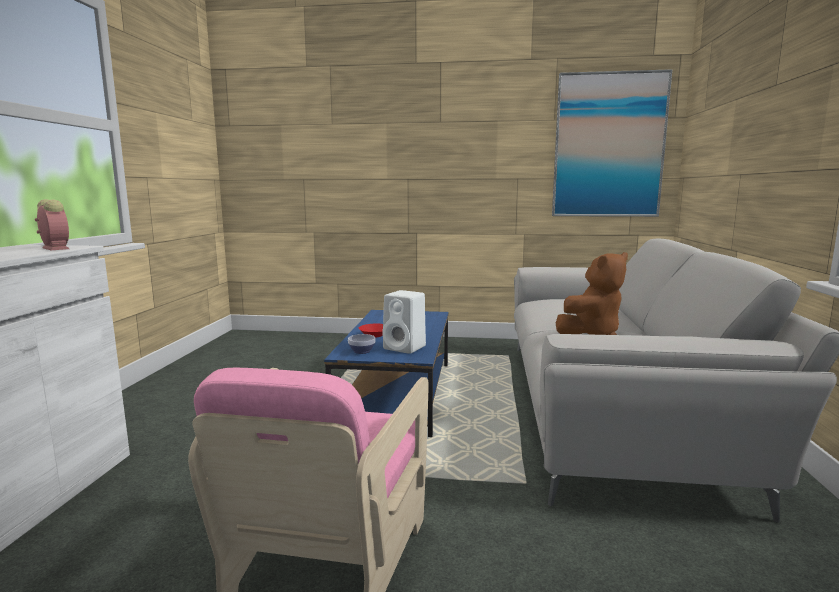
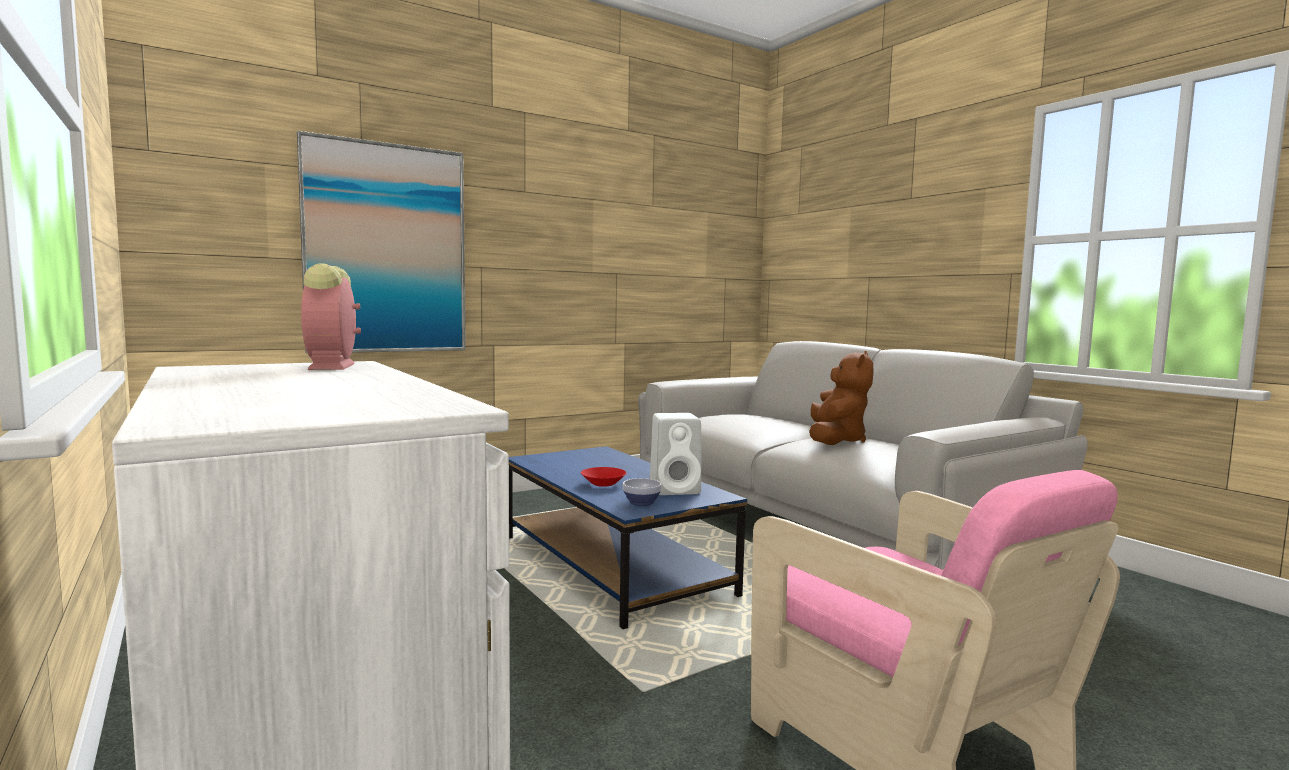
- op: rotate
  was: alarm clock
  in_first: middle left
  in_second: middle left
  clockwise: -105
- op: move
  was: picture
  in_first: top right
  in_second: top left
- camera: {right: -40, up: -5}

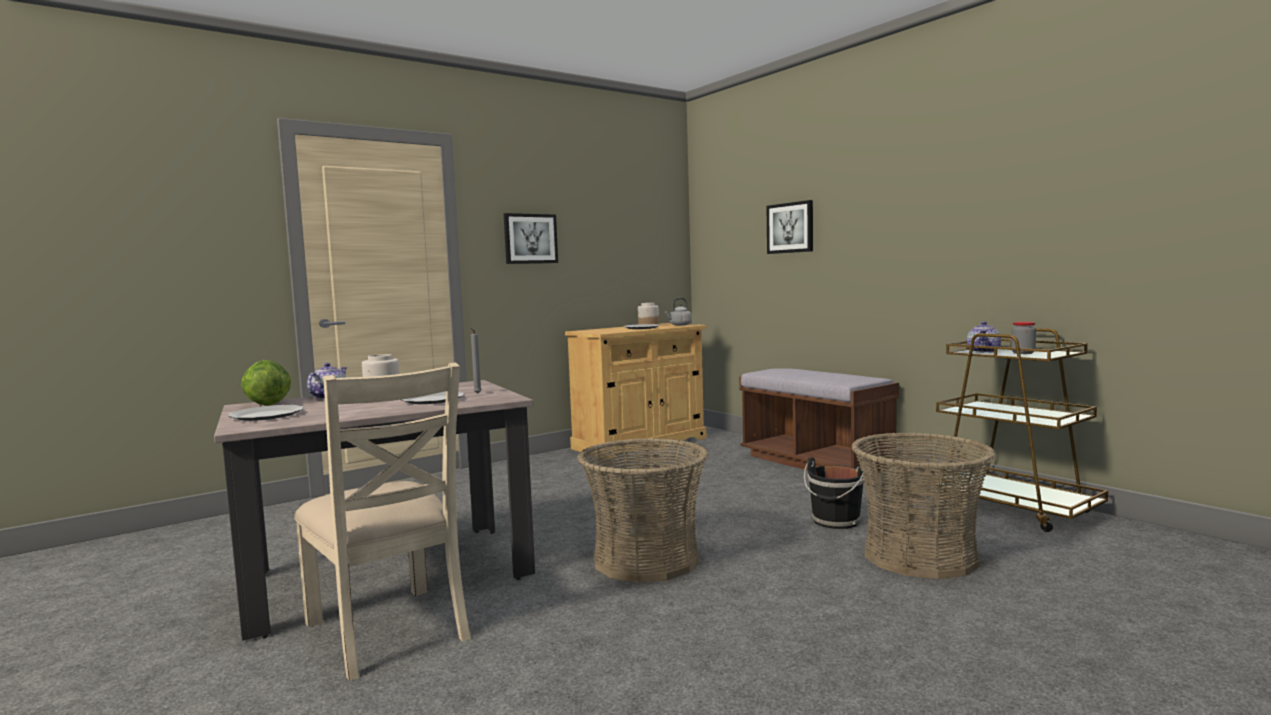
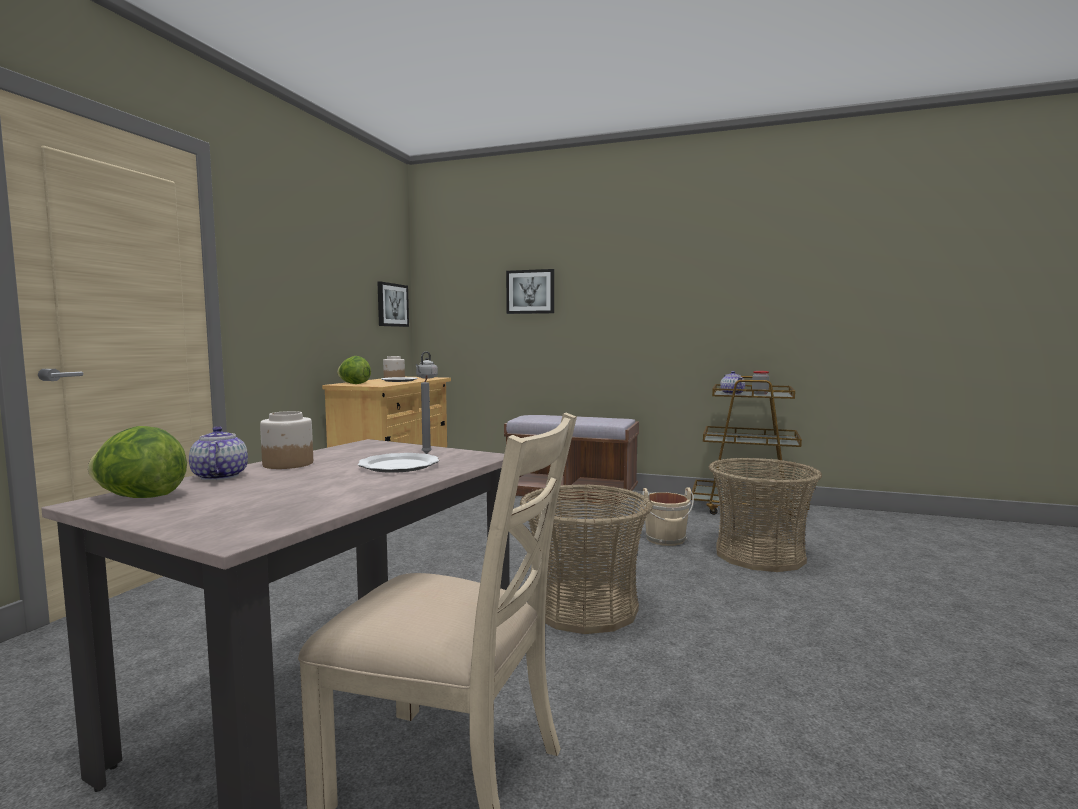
- op: delete
  was: plate (1st from left)
  in_first: middle left
- op: move
  was: picture (1st from left)
  in_first: top centre
  in_second: centre
- op: recolor
  was: bucket (black)
  now: bucket (beige)
  in_first: bottom centre
  in_second: centre
- op: insert
  now: lettuce (2nd from left)
  in_second: middle left
- camera: {right: -35, up: 0}

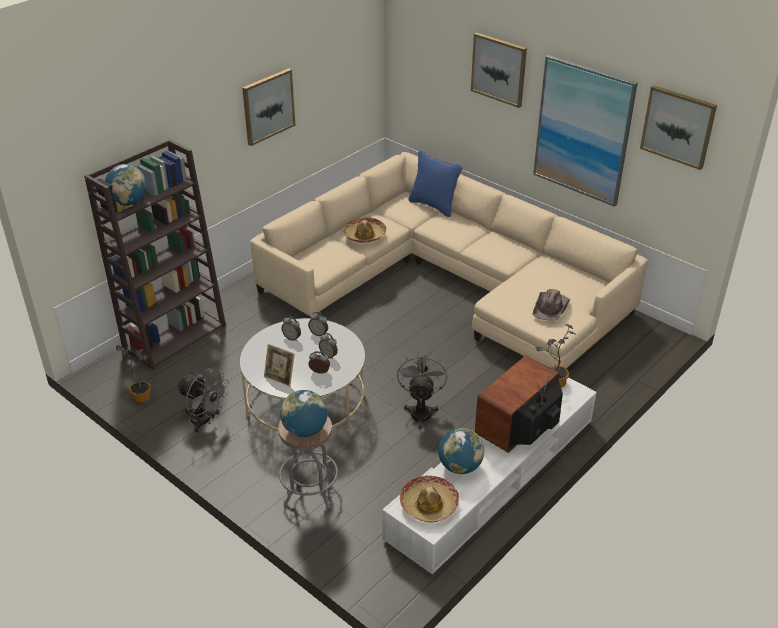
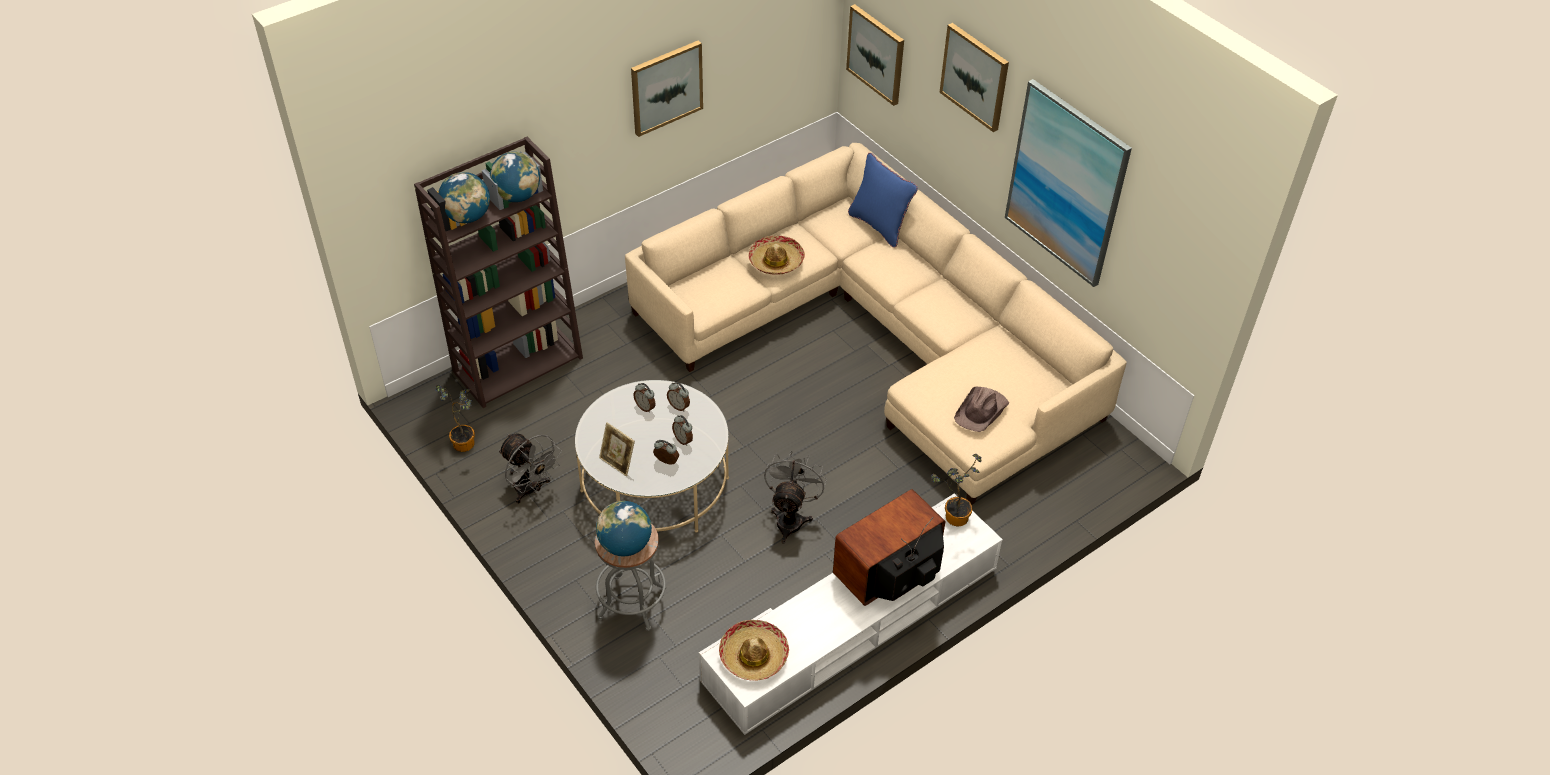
- op: move
  was: globe (3rd from left in the first image)
  now: globe (2nd from left)
  in_first: bottom centre
  in_second: top left
- op: move
  was: picture (4th from left in the first image)
  now: picture (2nd from left)
  in_first: top right
  in_second: top centre
- camera: {right: 10, up: 10}

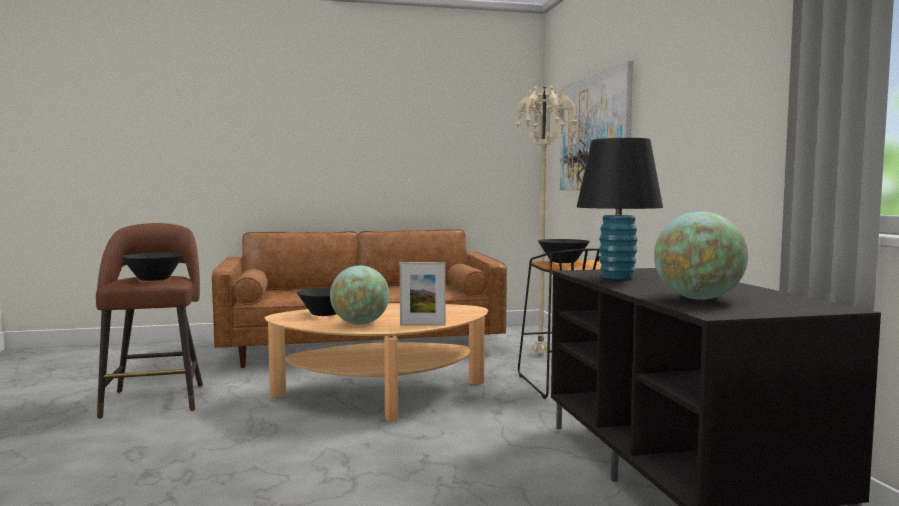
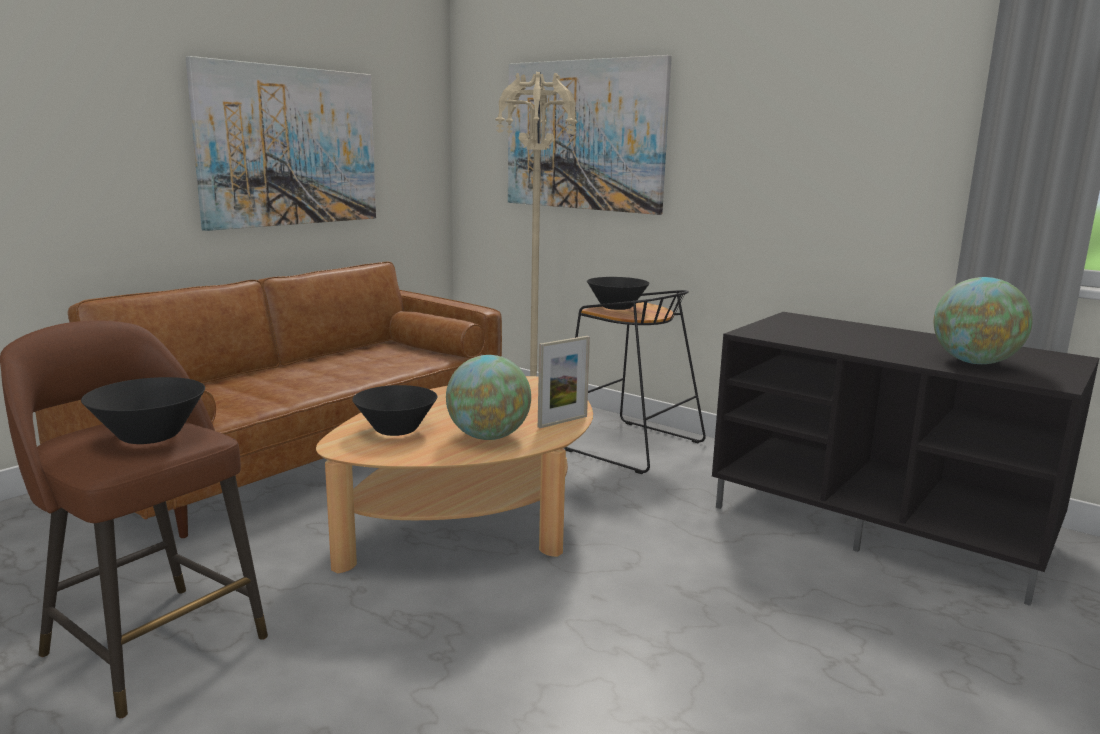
- op: delete
  was: table lamp (black)
  in_first: middle right
- op: insert
  now: picture (1st from left)
  in_second: top left
- camera: {right: -40, up: 10}

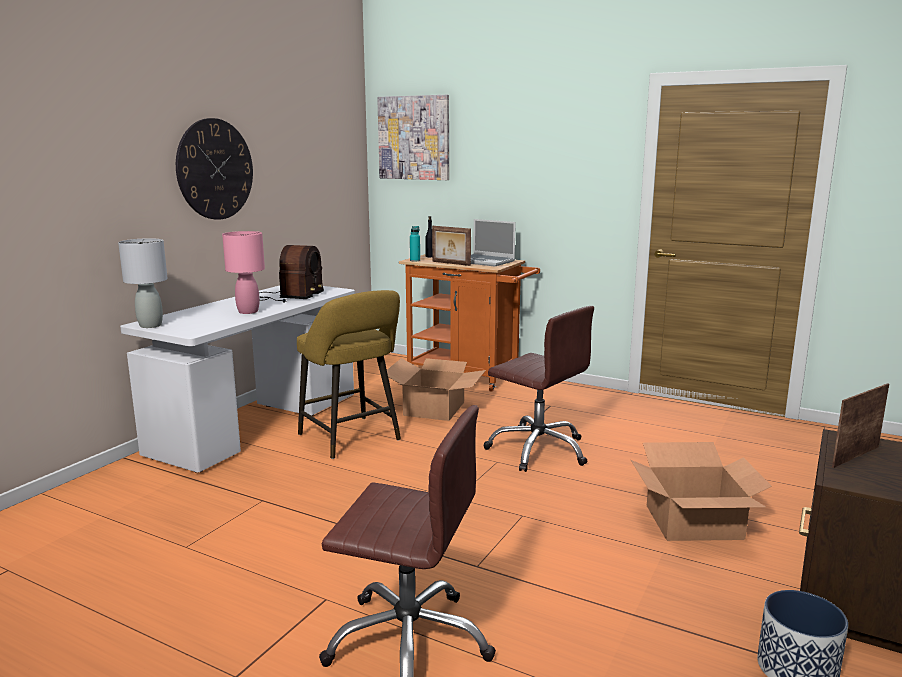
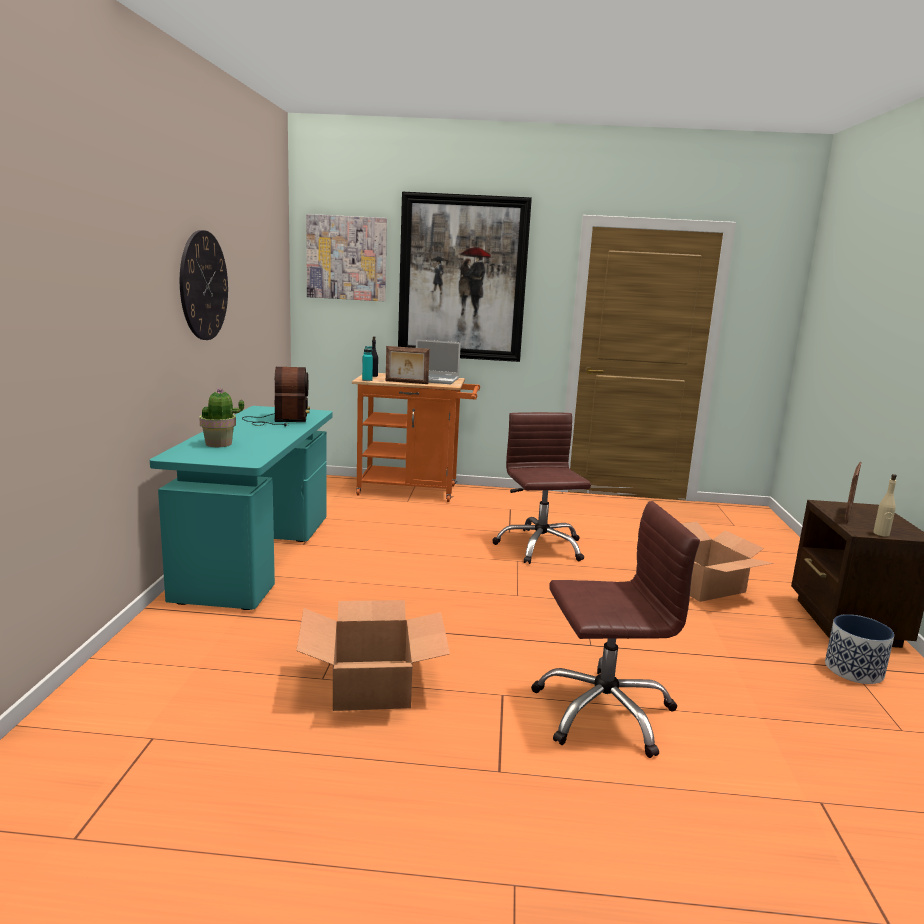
- op: delete
  was: table lamp (grey)
  in_first: middle left
- op: recolor
  was: desk (white)
  now: desk (turquoise)
  in_first: middle left
  in_second: middle left
- op: delete
  was: table lamp (pink)
  in_first: middle left
- op: delete
  was: stool (yellow)
  in_first: centre
- op: move
  was: cardboard box (1st from left)
  in_first: centre
  in_second: bottom centre
- op: rotate
  was: office chair (brown) (2nd from left in the first image)
  in_first: centre
  in_second: centre
  clockwise: -120
- op: insert
  now: potted plant
  in_second: middle left
- op: insert
  now: picture (2nd from left)
  in_second: top centre
- op: insert
  now: bottle (beige)
  in_second: middle right
- camera: {right: -25, up: 0}

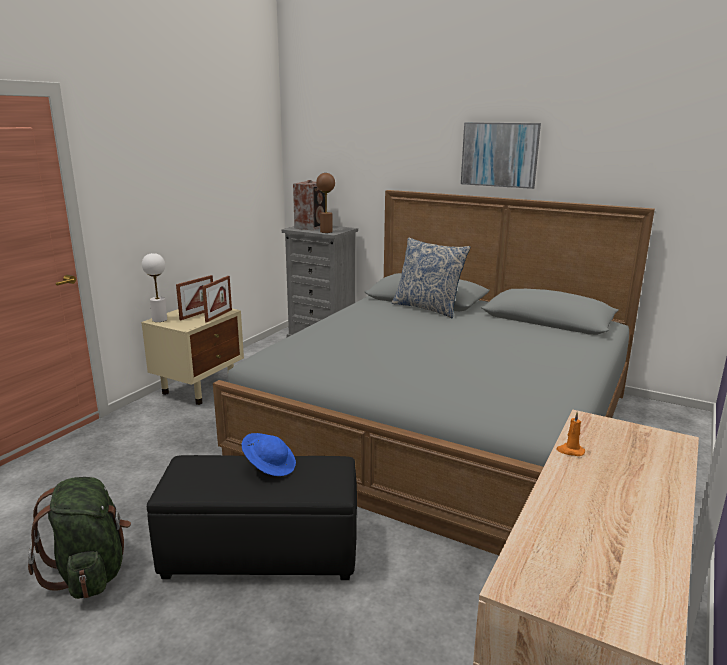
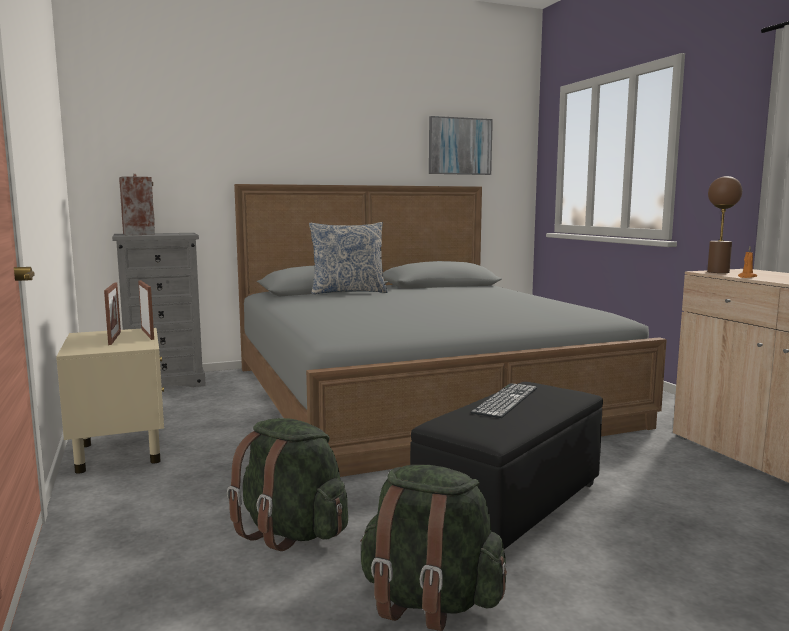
- op: delete
  was: table lamp (white)
  in_first: middle left
- op: replace
  was: hat (blue)
  now: keyboard
  in_first: bottom centre
  in_second: centre
- op: move
  was: table lamp (brown)
  in_first: top centre
  in_second: middle right
- op: move
  was: picture
  in_first: top right
  in_second: top centre
- op: insert
  now: backpack (green) (1st from left)
  in_second: bottom centre
- camera: {right: -50, up: -10}

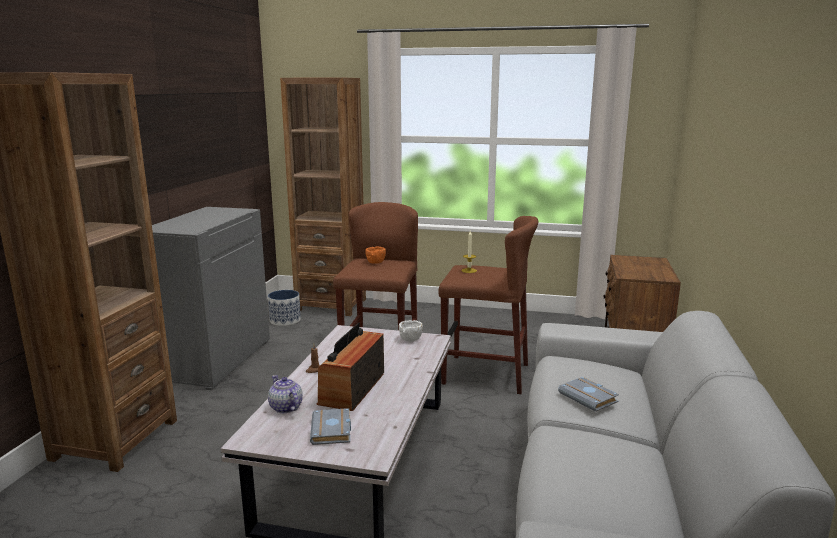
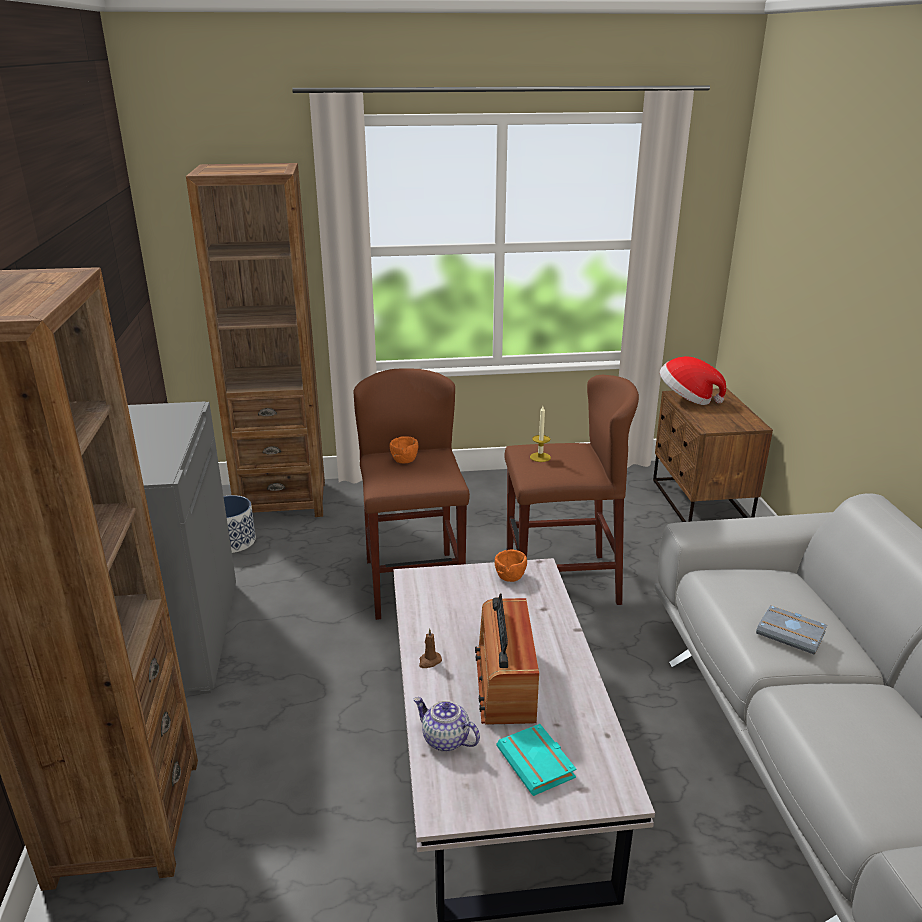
- op: recolor
  was: book (grey) (1st from left)
  now: book (turquoise)
  in_first: bottom centre
  in_second: bottom centre
- op: recolor
  was: bowl (white)
  now: bowl (orange) (2nd from left)
  in_first: centre
  in_second: centre
- op: insert
  now: hat
  in_second: middle right
- camera: {right: -20, up: 10}

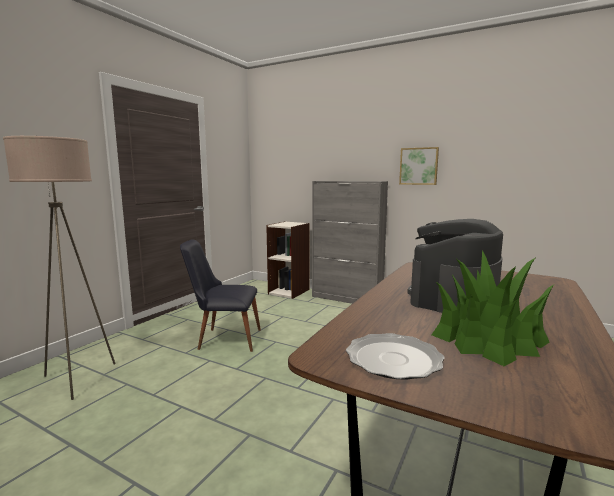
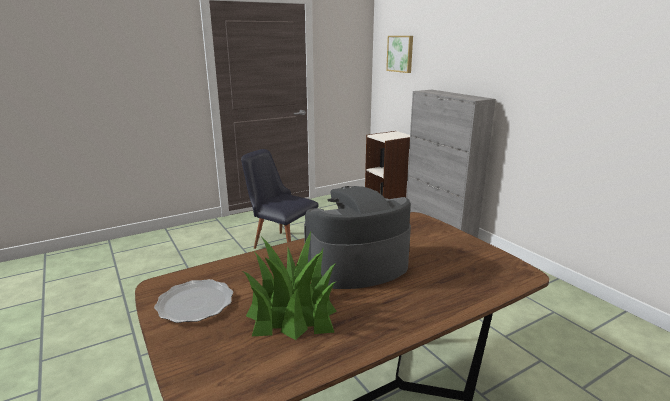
- op: delete
  was: floor lamp (beige)
  in_first: middle left
- op: move
  was: picture
  in_first: middle right
  in_second: top centre
- camera: {right: 30, up: 10}

